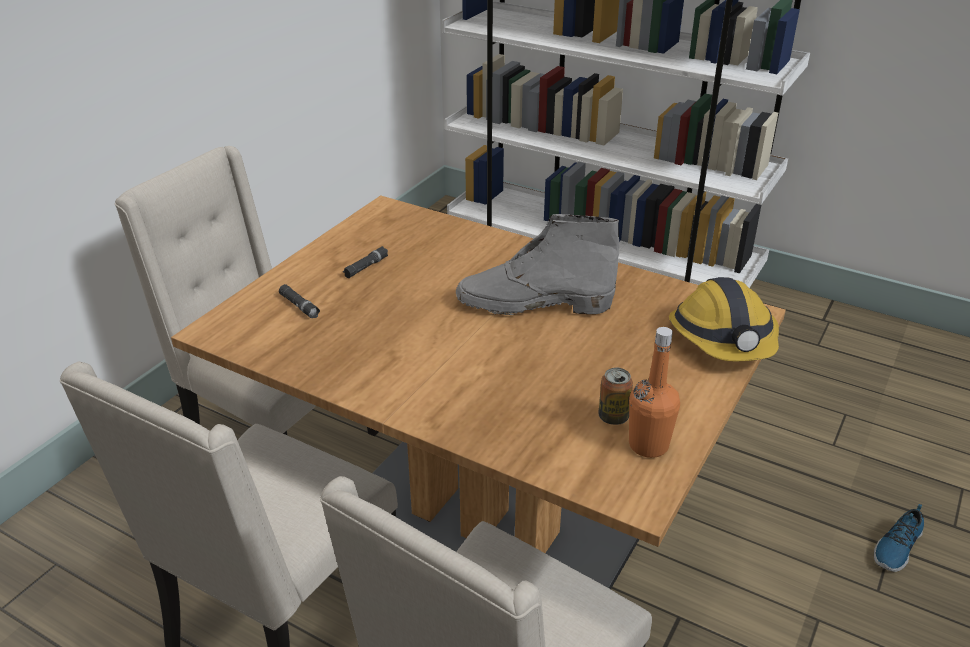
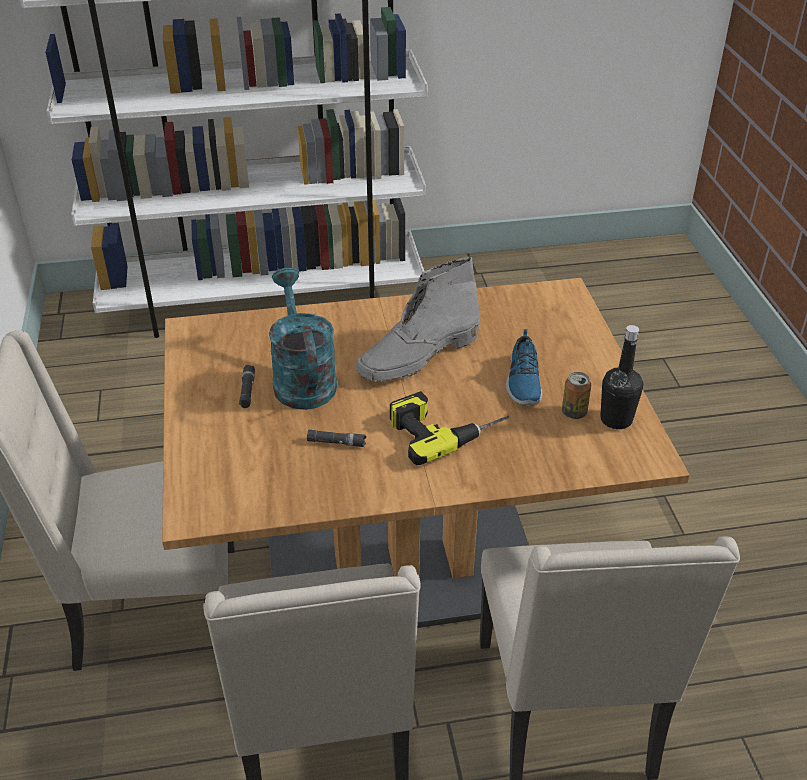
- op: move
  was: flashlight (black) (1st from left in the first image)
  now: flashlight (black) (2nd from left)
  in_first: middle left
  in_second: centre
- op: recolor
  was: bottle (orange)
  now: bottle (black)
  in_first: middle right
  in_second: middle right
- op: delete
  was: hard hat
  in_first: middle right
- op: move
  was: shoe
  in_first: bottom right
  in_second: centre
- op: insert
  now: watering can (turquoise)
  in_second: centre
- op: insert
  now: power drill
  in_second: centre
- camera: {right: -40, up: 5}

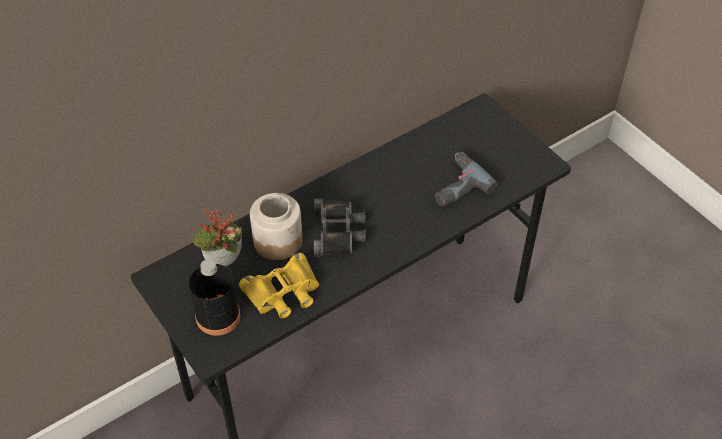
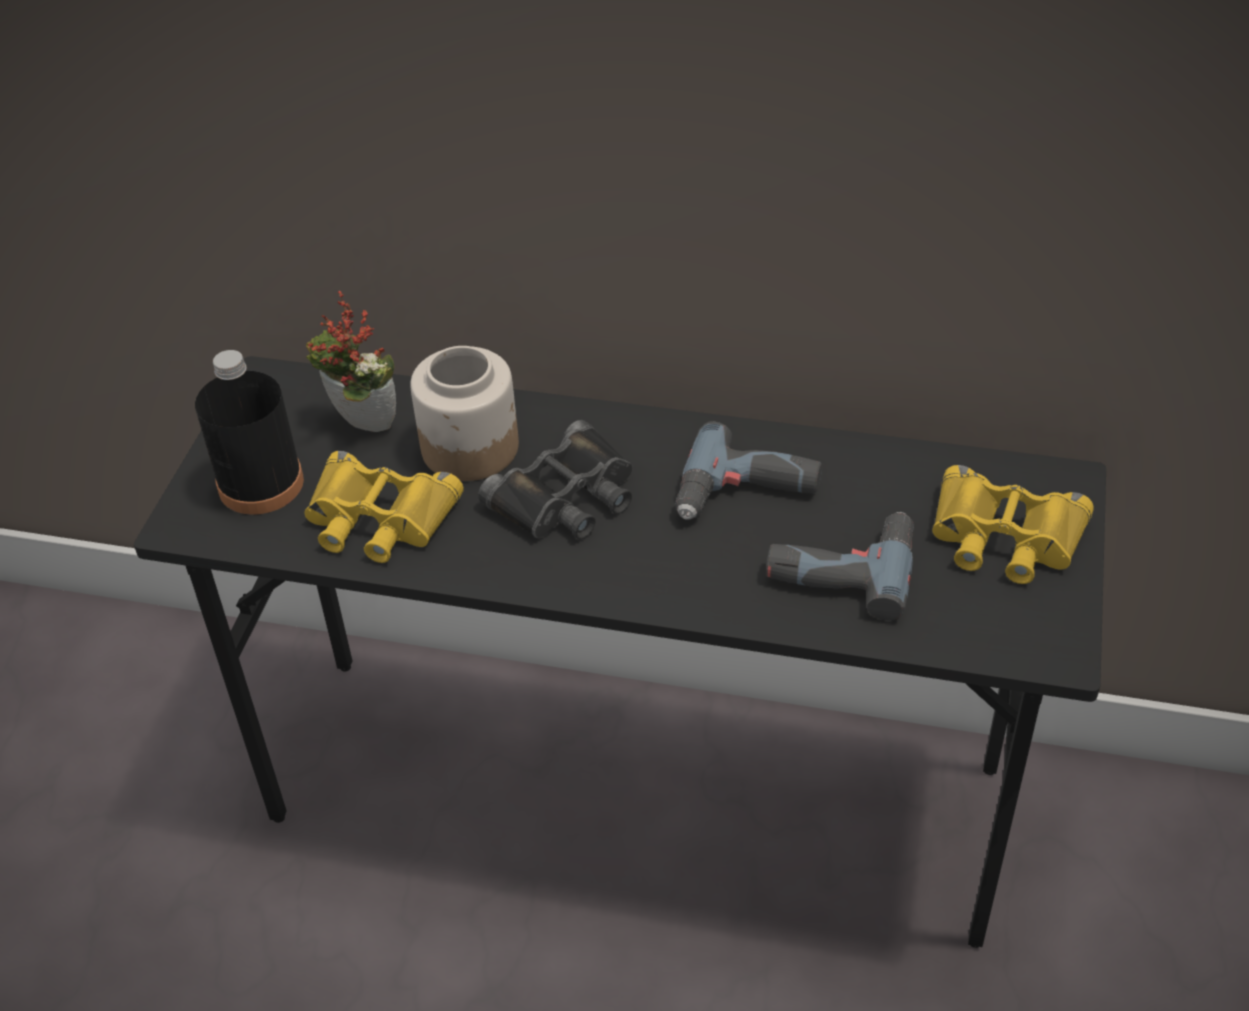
- op: insert
  now: power drill (1st from left)
  in_second: centre
- op: insert
  now: binoculars (yellow) (2nd from left)
  in_second: middle right
- camera: {right: 50, up: -5}

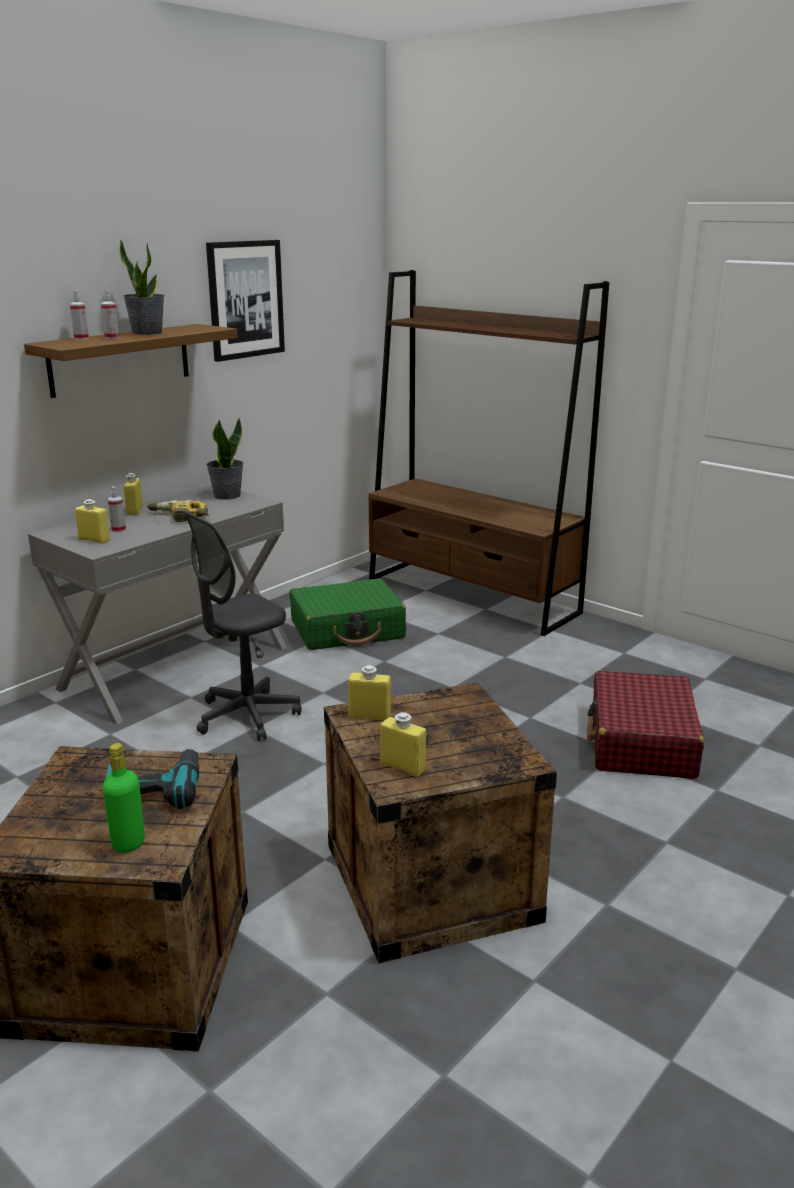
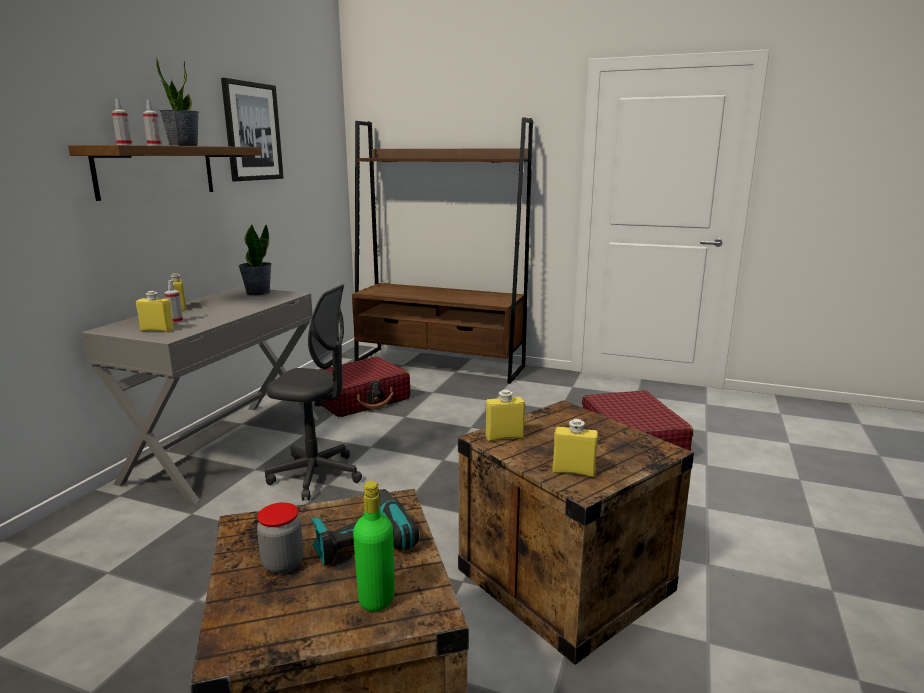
- op: delete
  was: power drill (2nd from left)
  in_first: middle left
- op: rotate
  was: office chair (grey)
  in_first: middle left
  in_second: centre
  clockwise: -105
- op: recolor
  was: suitcase (green)
  now: suitcase (red) (1st from left)
  in_first: centre
  in_second: centre
- op: insert
  now: jar
  in_second: bottom left
- camera: {right: -20, up: -5}

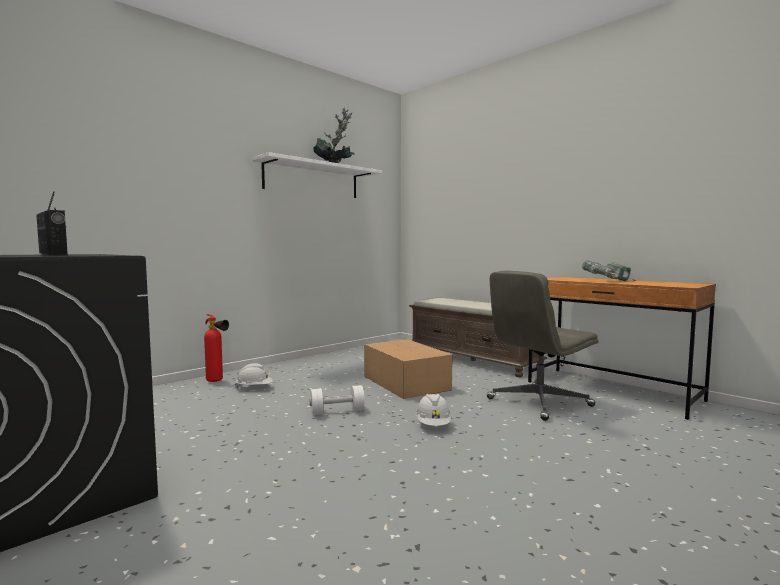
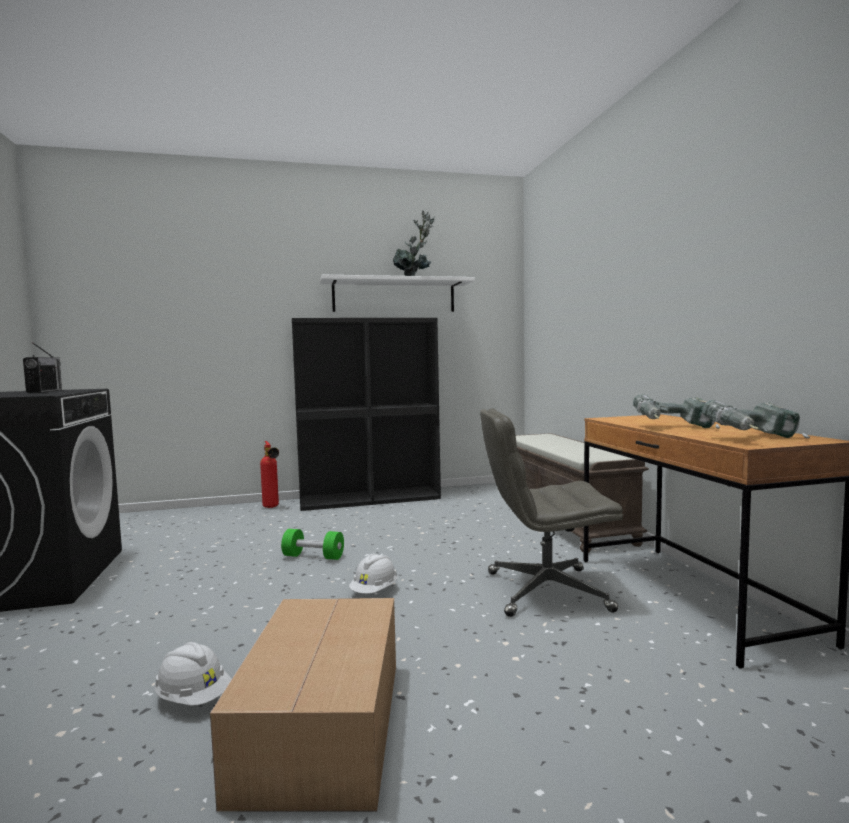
- op: move
  was: hard hat (white) (1st from left)
  in_first: middle left
  in_second: bottom left
- op: recolor
  was: dumbbell (white)
  now: dumbbell (green)
  in_first: bottom centre
  in_second: centre
- op: move
  was: cardboard box
  in_first: centre
  in_second: bottom centre
- op: insert
  now: bookcase (black)
  in_second: centre
- op: insert
  now: power drill (2nd from left)
  in_second: middle right
- camera: {right: 30, up: 0}

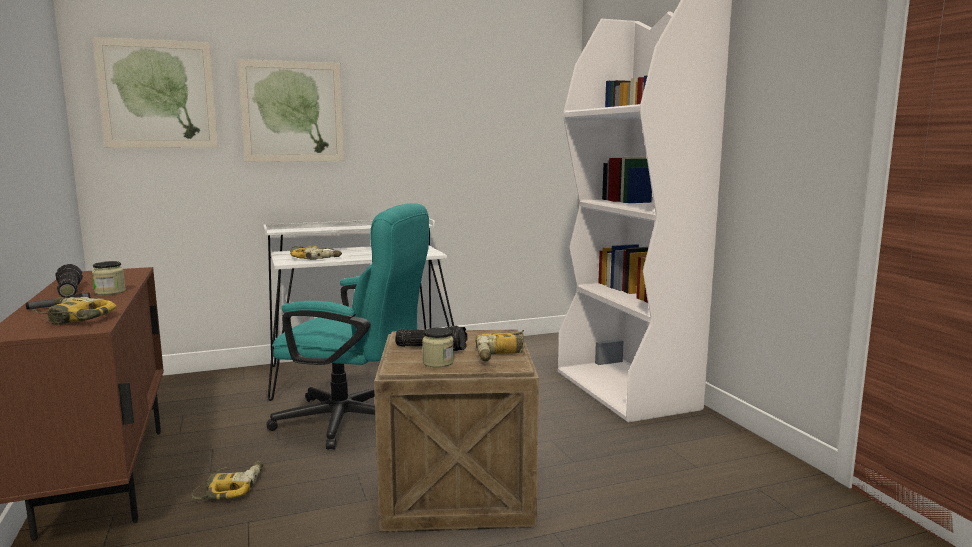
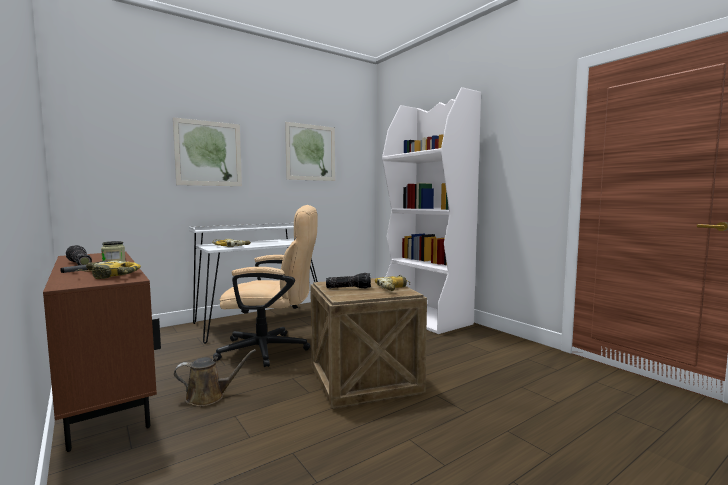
- op: move
  was: picture (1st from left in the first image)
  now: picture (2nd from left)
  in_first: top left
  in_second: top centre
- op: replace
  was: power drill (2nd from left)
  now: watering can (brown)
  in_first: bottom left
  in_second: bottom left
- op: recolor
  was: office chair (turquoise)
  now: office chair (beige)
  in_first: centre
  in_second: centre
- op: delete
  was: jar (2nd from left)
  in_first: centre
- camera: {right: -15, up: -5}

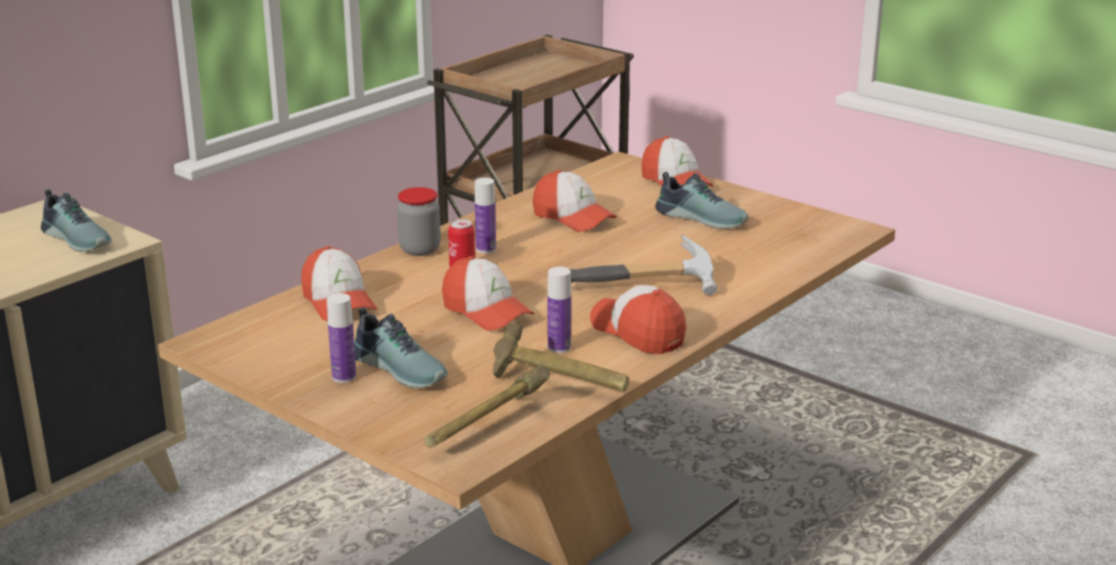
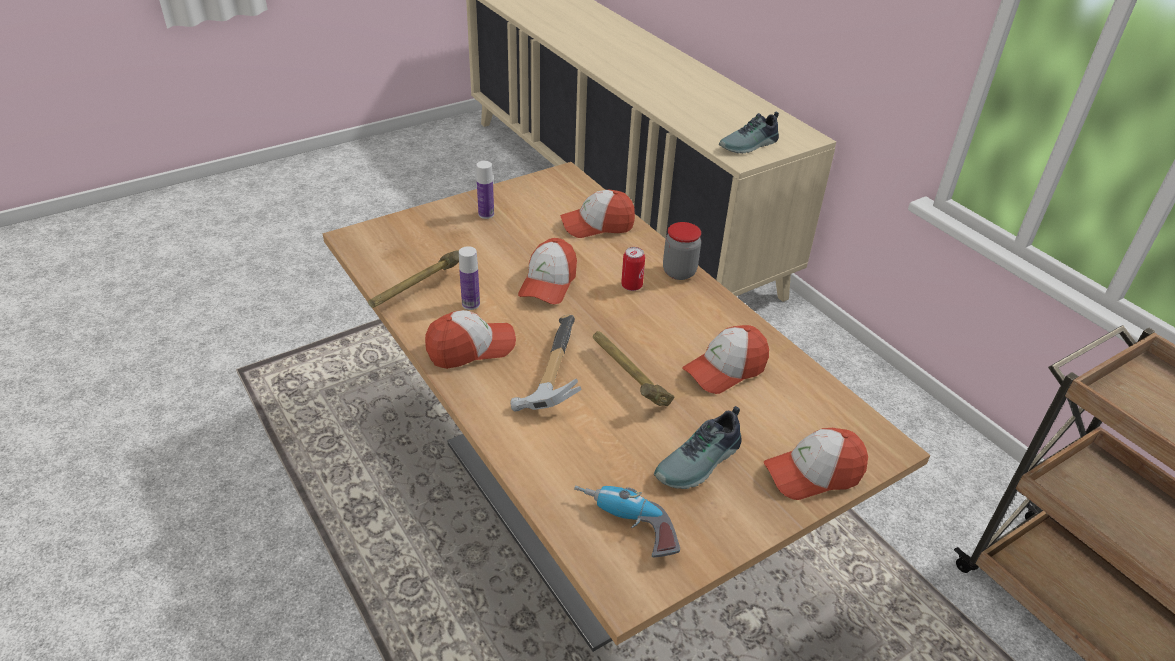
- op: delete
  was: shoe (2nd from left)
  in_first: centre
- op: move
  was: hammer (1st from left in the first image)
  now: hammer (3rd from left)
  in_first: bottom centre
  in_second: centre
- op: rotate
  was: cap (2nd from left)
  in_first: centre
  in_second: centre
  clockwise: -45
- op: delete
  was: bottle (2nd from left)
  in_first: centre
- op: insert
  now: power drill
  in_second: bottom centre
- camera: {right: 105, up: 15}

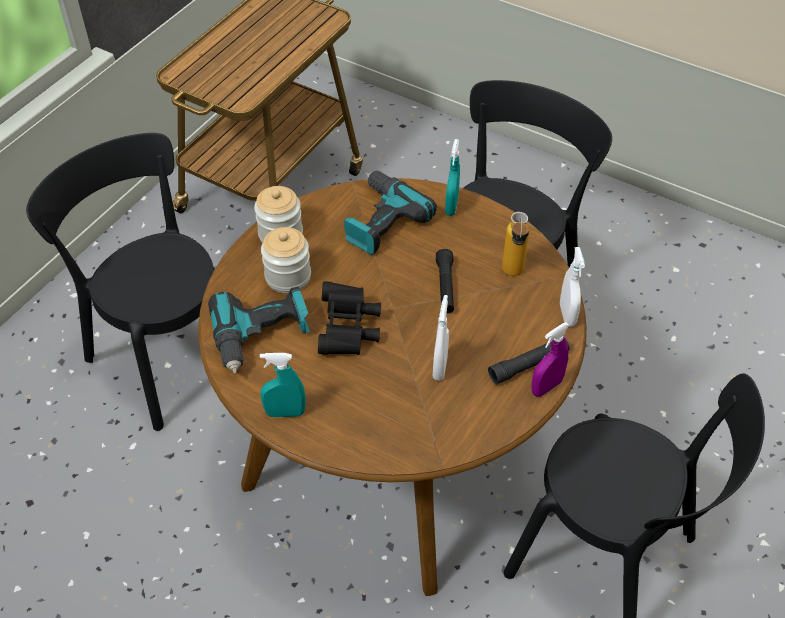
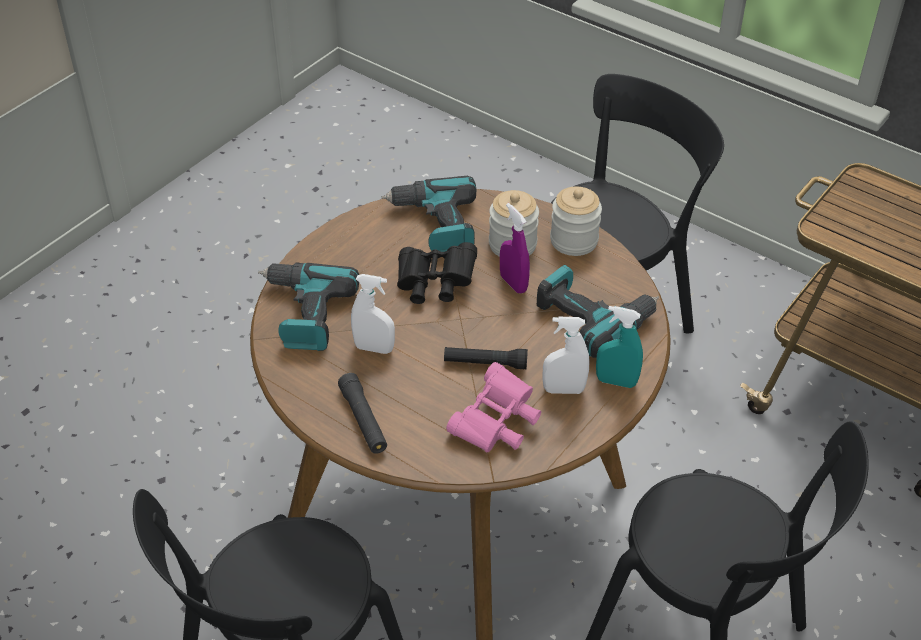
- op: delete
  was: spray bottle (turquoise) (1st from left)
  in_first: centre
- op: replace
  was: bottle
  now: binoculars (pink)
  in_first: centre
  in_second: centre
- op: move
  was: spray bottle (purple)
  in_first: middle right
  in_second: centre
- op: move
  was: spray bottle (white) (2nd from left)
  in_first: middle right
  in_second: centre
- op: insert
  now: power drill (1st from left)
  in_second: centre
- camera: {right: 95, up: -5}

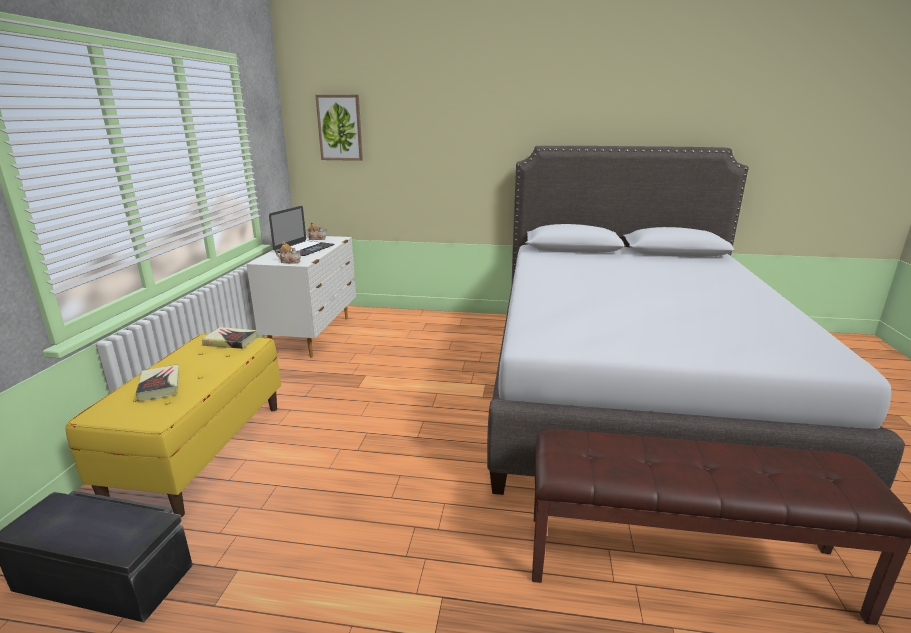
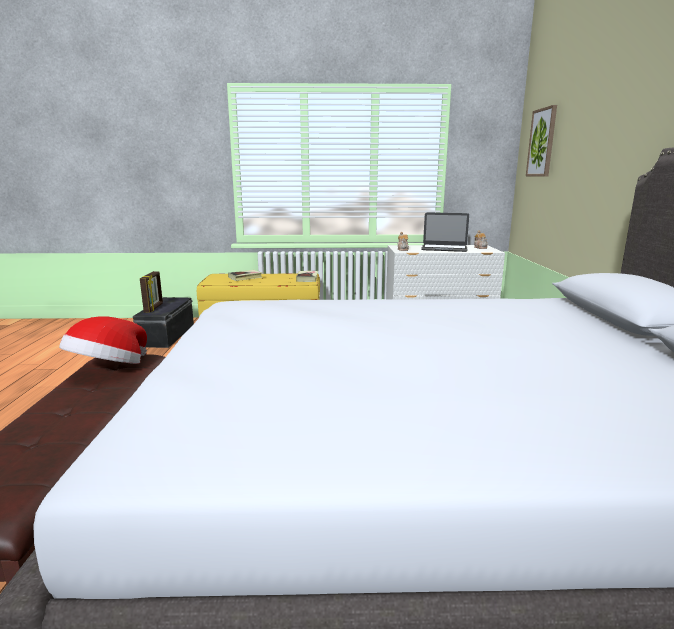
- op: insert
  now: hat
  in_second: middle left
- op: insert
  now: picture frame
  in_second: middle left
- camera: {right: 80, up: -5}

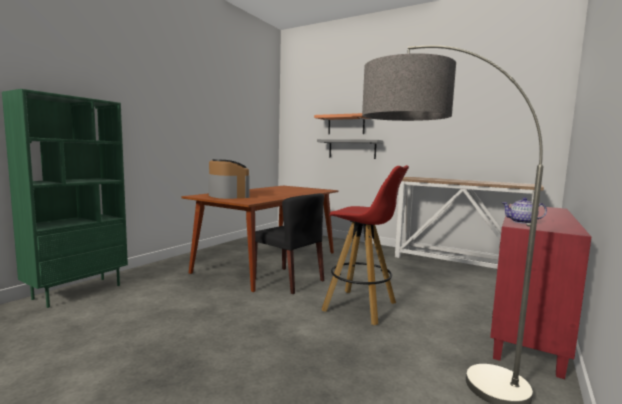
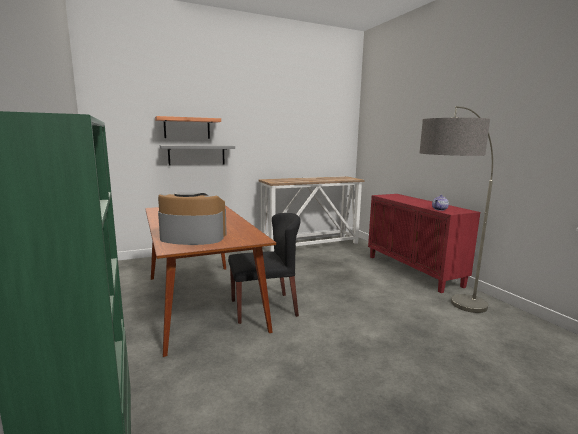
- op: delete
  was: stool (red)
  in_first: centre
- camera: {right: -55, up: 5}

